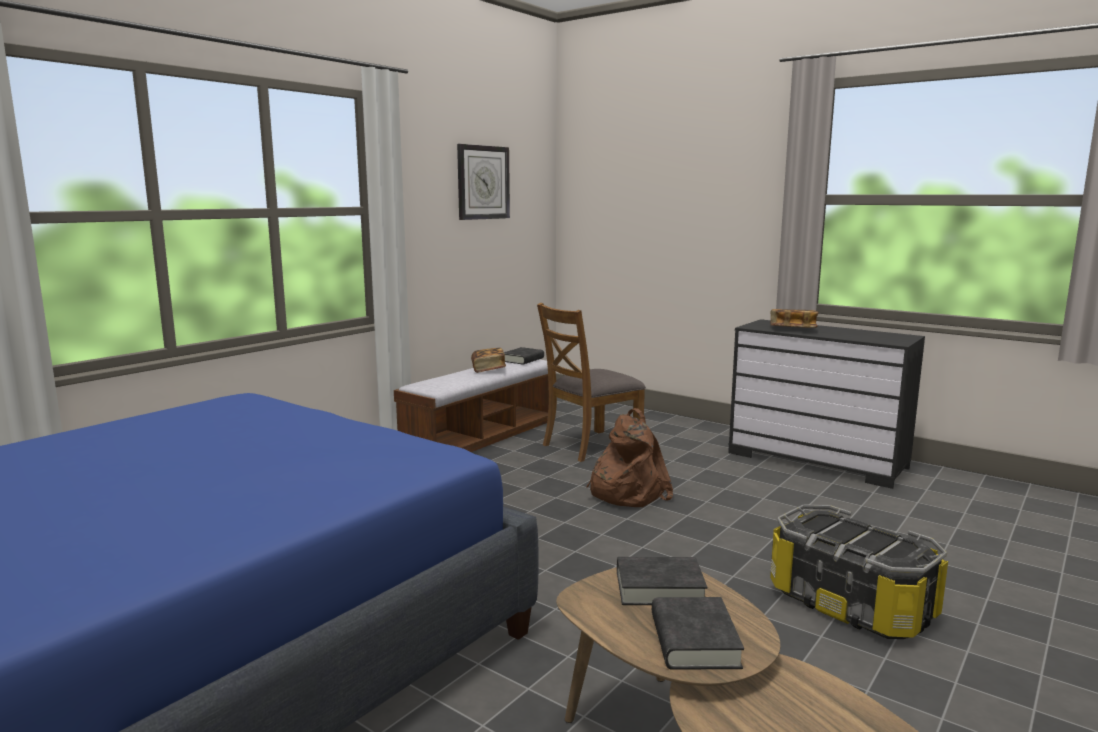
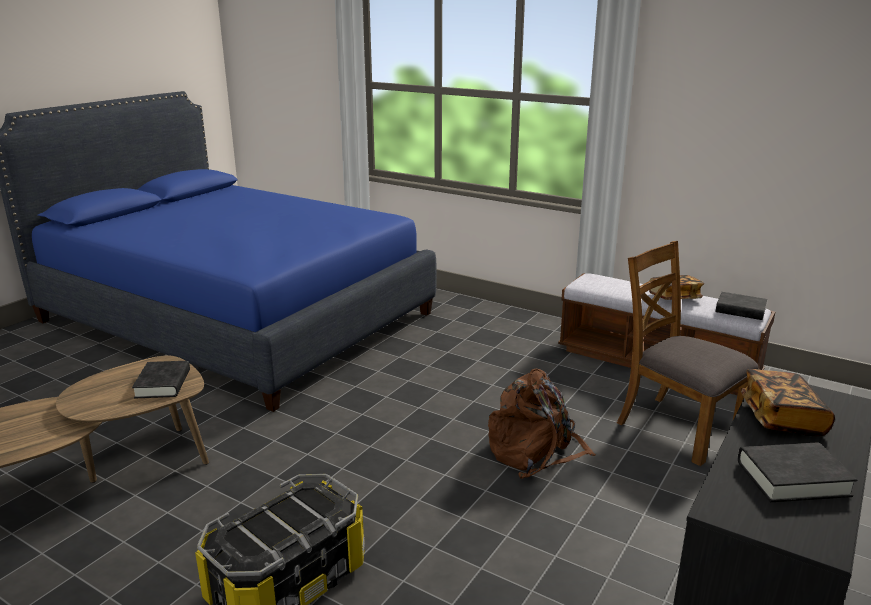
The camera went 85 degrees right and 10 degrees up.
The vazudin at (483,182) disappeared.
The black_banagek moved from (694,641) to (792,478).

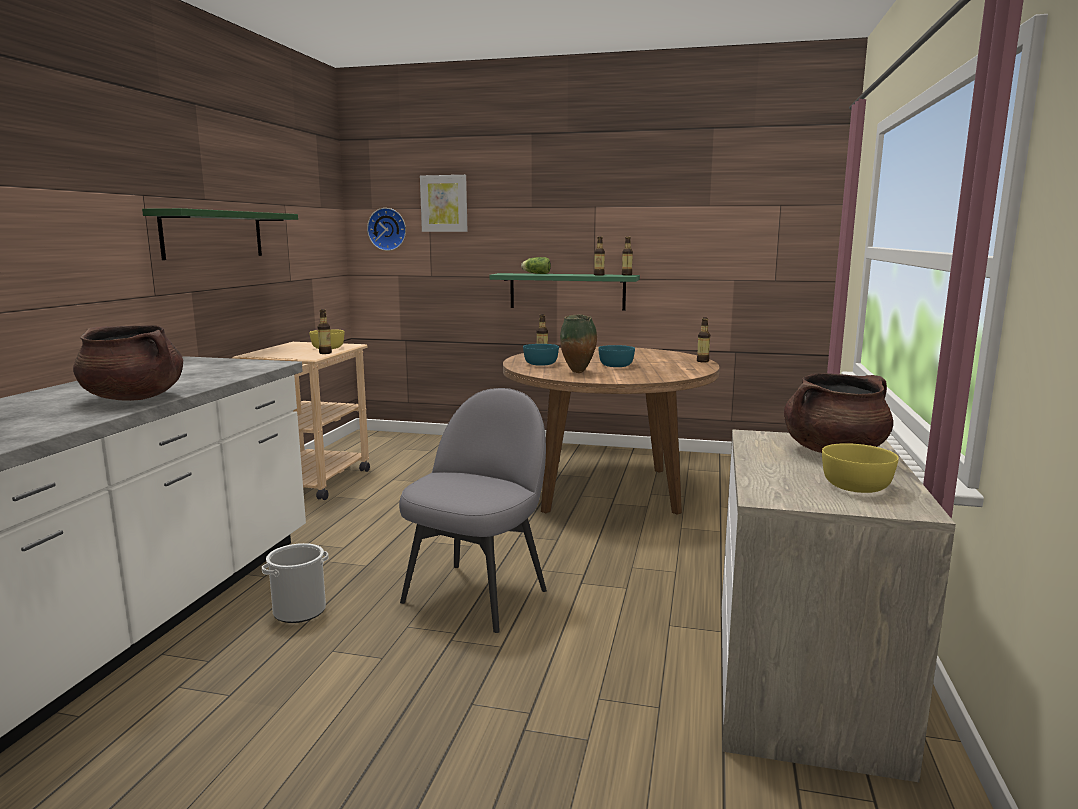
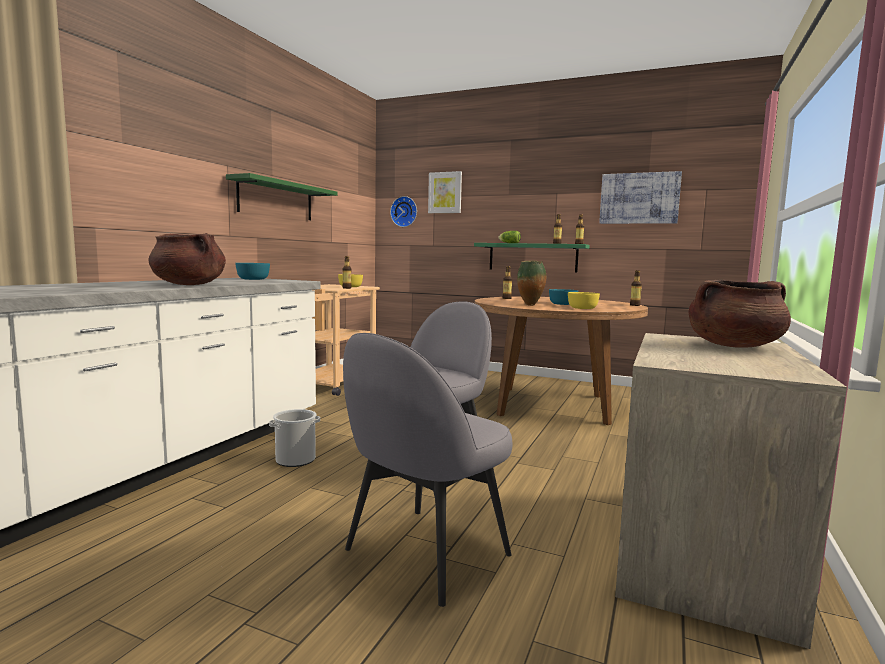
The camera went 10 degrees right and 5 degrees down.
The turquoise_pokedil moved from (540,363) to (252,279).
The yellow_pokedil moved from (857,486) to (582,308).
The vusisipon at (639,198) appeared.
The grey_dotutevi at (424,554) appeared.

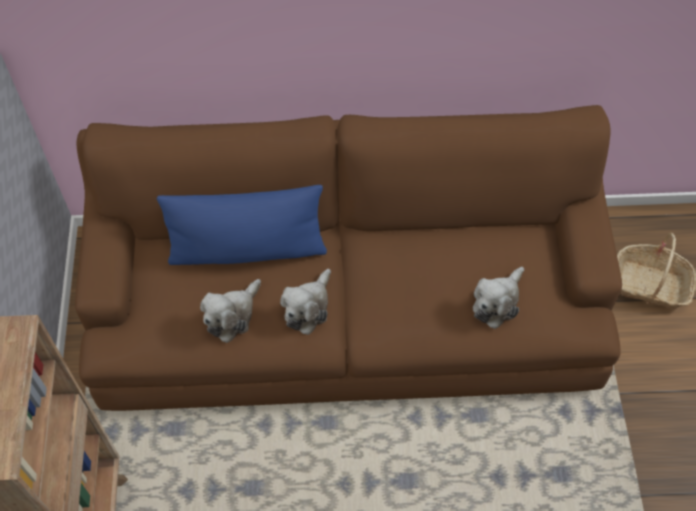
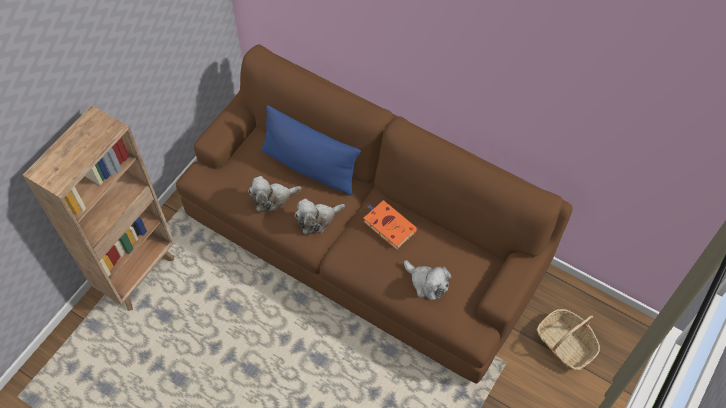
The camera went 35 degrees right and 0 degrees up.
The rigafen at (497,302) turned 120 degrees counterclockwise.
The orange_banagek at (388,225) appeared.

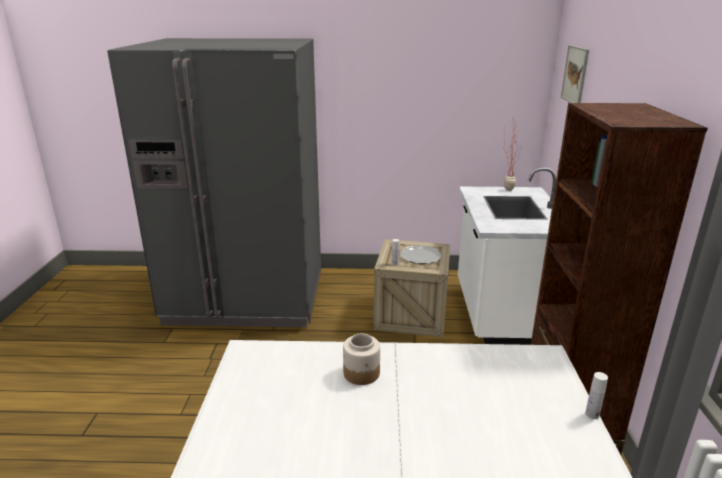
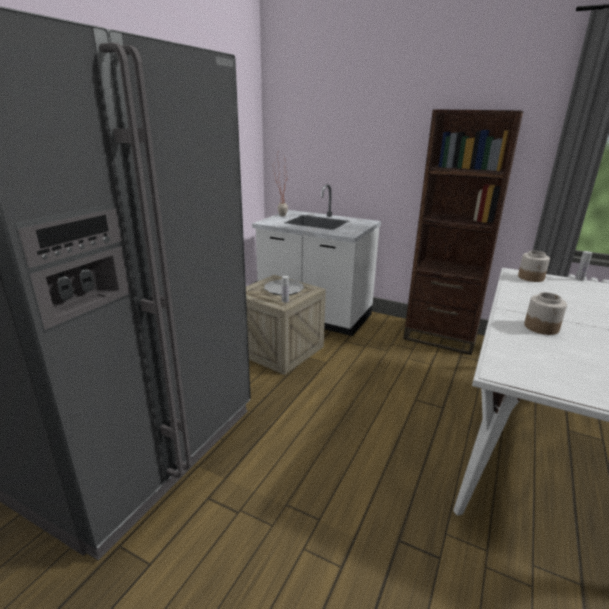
The camera went 65 degrees left and 0 degrees up.
The vusisipon at (575,75) disappeared.
The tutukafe at (531,278) appeared.

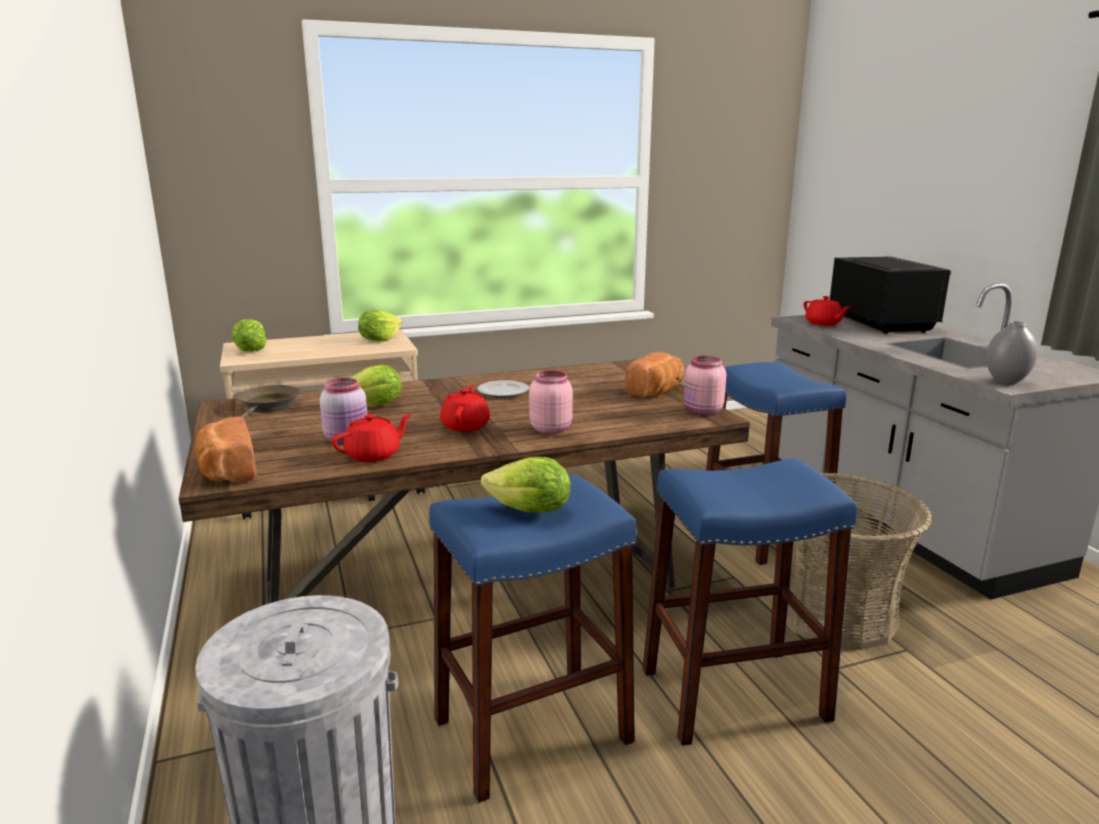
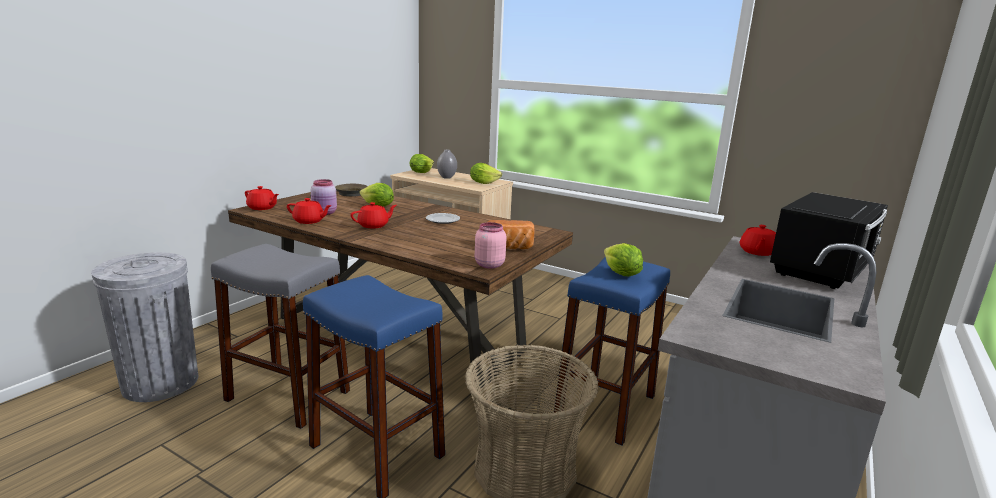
The camera went 50 degrees right and 0 degrees up.
The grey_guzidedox moved from (1006,381) to (446,177).
The pink_tutukafe at (551,429) disappeared.
The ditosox at (226,471) was replaced by the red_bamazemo at (262,208).
The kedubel moved from (530,511) to (621,274).
The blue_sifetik at (532,730) became the grey_sifetik at (288,395).

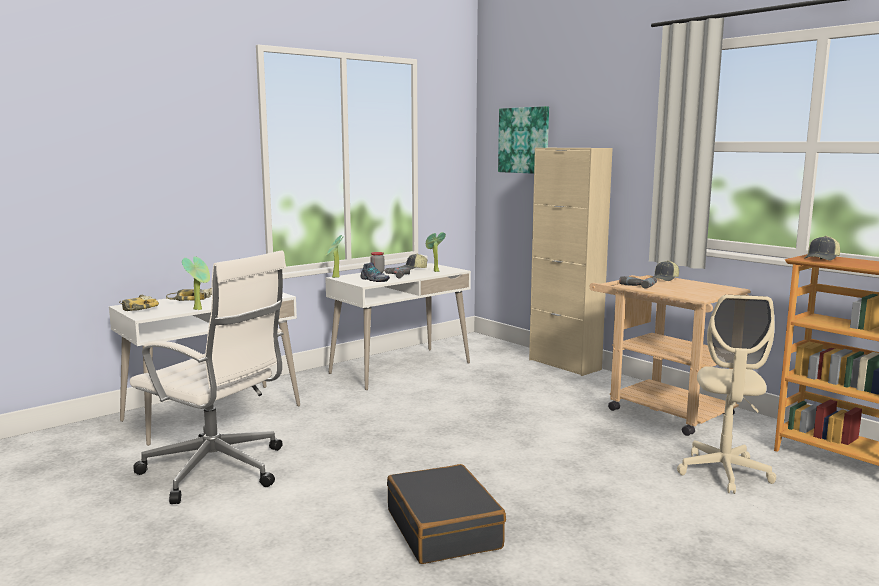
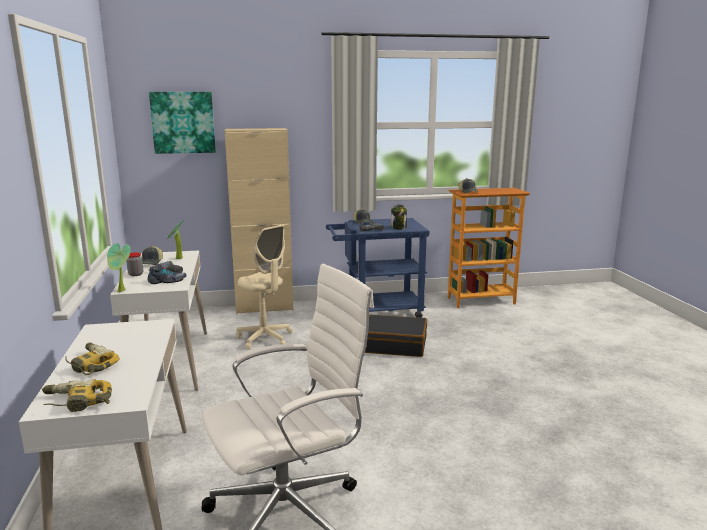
The camera went 60 degrees left and 5 degrees up.
The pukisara at (200,309) disappeared.
The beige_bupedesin at (660,410) became the blue_bupedesin at (377,311).
The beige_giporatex moved from (724,473) to (265,338).
The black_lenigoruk moved from (444,529) to (394,345).
The tutukafe at (398,228) appeared.

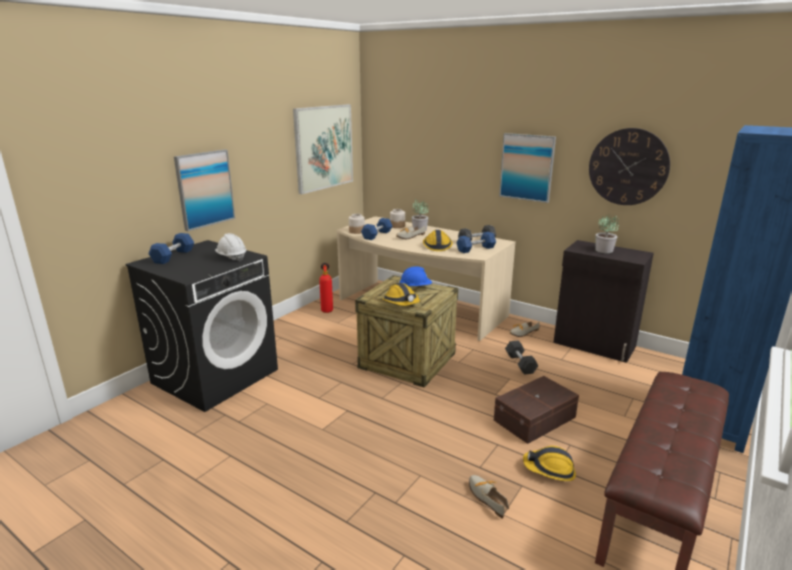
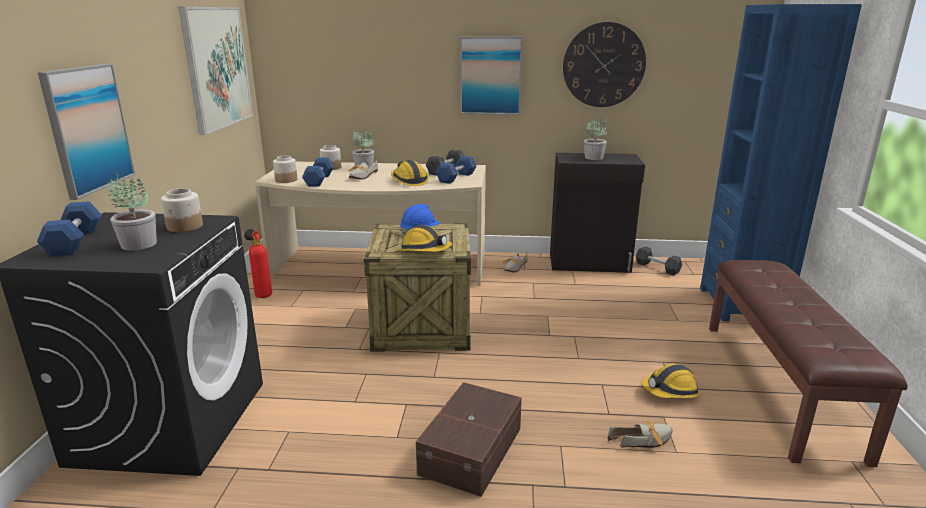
The camera went 30 degrees left and 0 degrees up.
The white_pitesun at (231,257) was replaced by the tutukafe at (185,227).
The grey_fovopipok moved from (520,364) to (657,268).
The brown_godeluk moved from (536,419) to (473,450).
The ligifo at (486,496) turned 135 degrees clockwise.
The pukisara at (138,244) appeared.

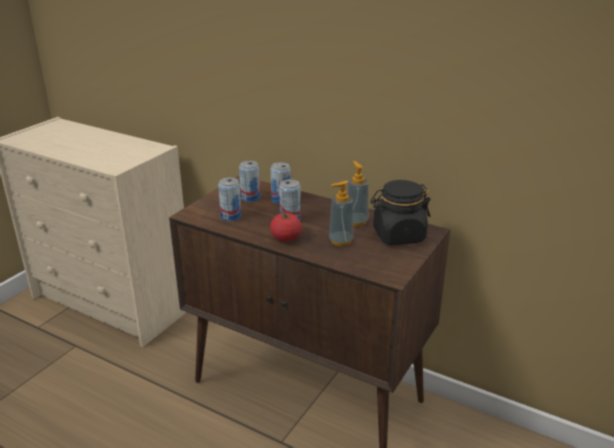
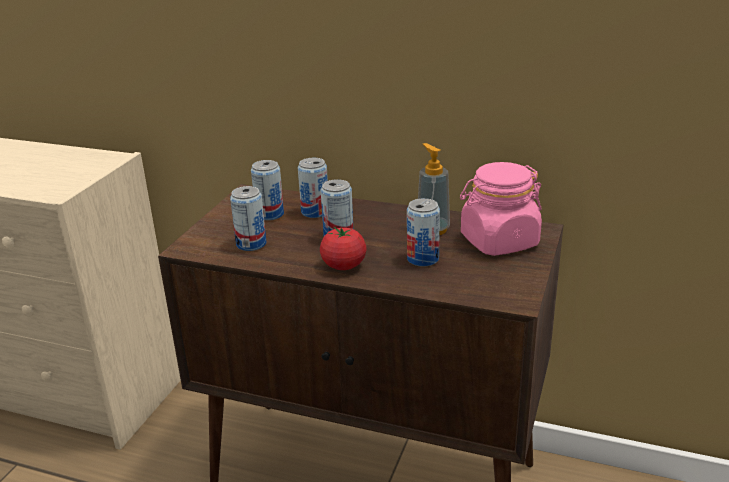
The camera went 10 degrees left and 0 degrees up.
The black_tutukafe at (398,235) became the pink_tutukafe at (499,241).
The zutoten at (340,241) was replaced by the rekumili at (423,259).

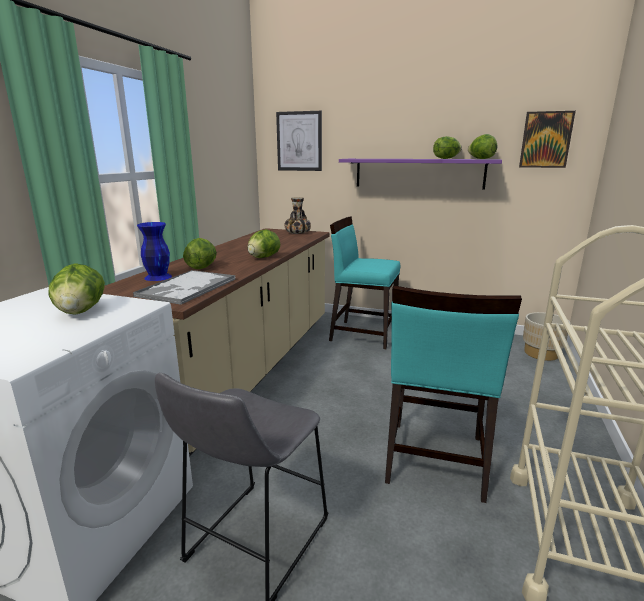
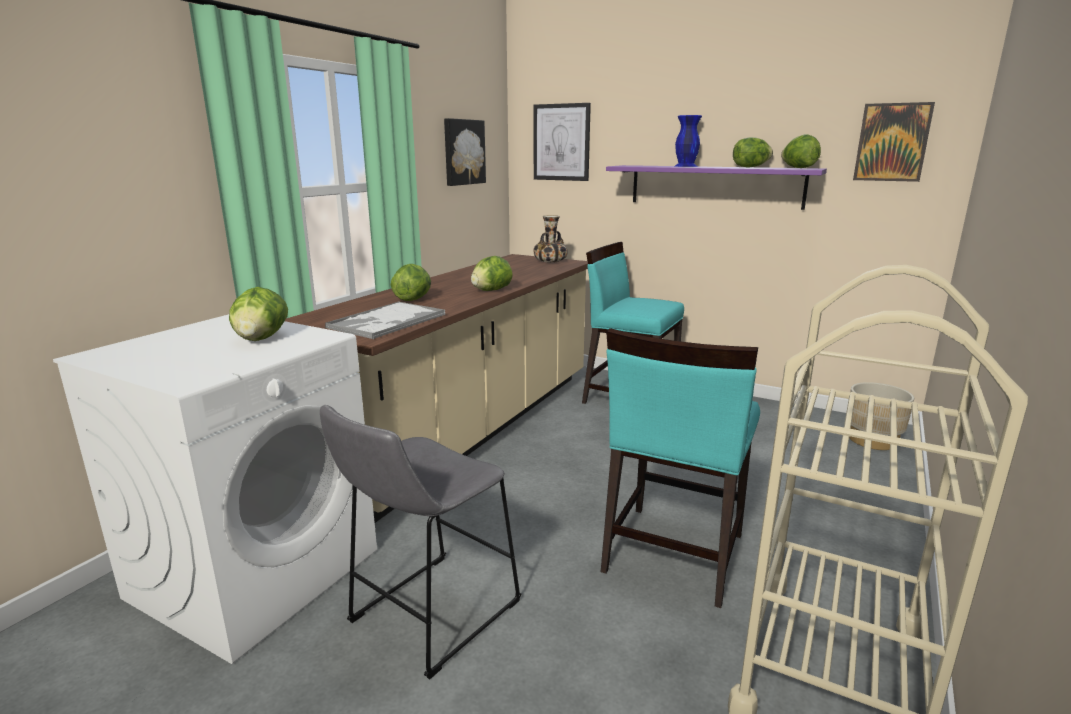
The camera went 10 degrees right and 0 degrees up.
The blue_guzidedox moved from (157,277) to (685,166).
The vusisipon at (463,152) appeared.

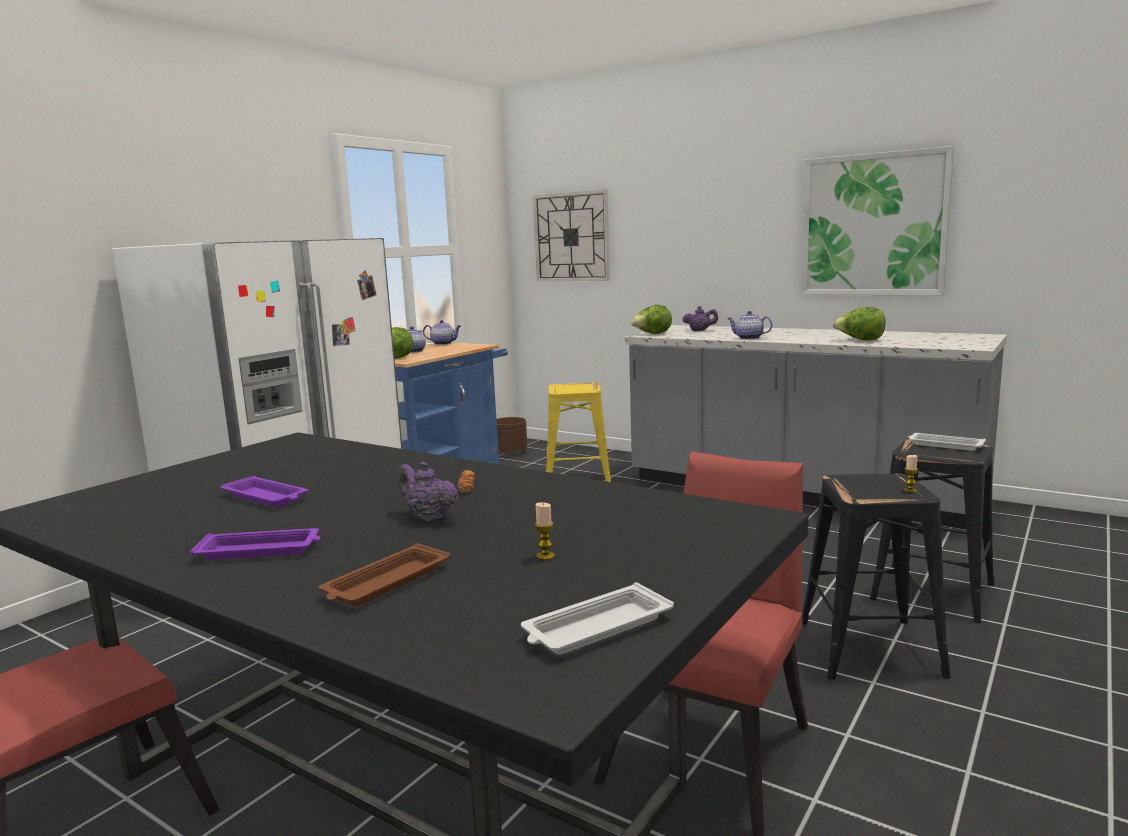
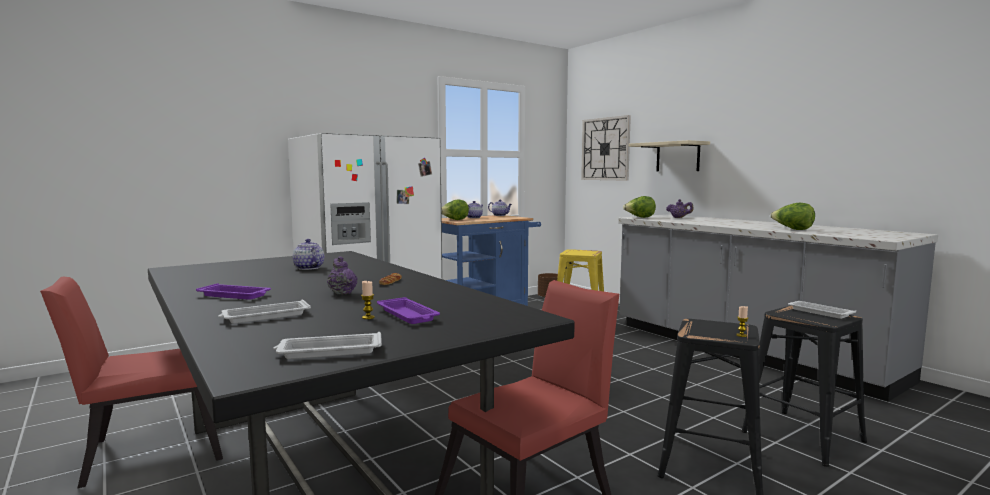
The camera went 20 degrees right and 5 degrees down.
The vusisipon at (873,225) disappeared.
The bamazemo moved from (748,338) to (308,268).
The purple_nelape moved from (266,497) to (408,315).
The brown_nelape at (385,583) became the white_nelape at (265,316).
The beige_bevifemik at (677,157) appeared.

